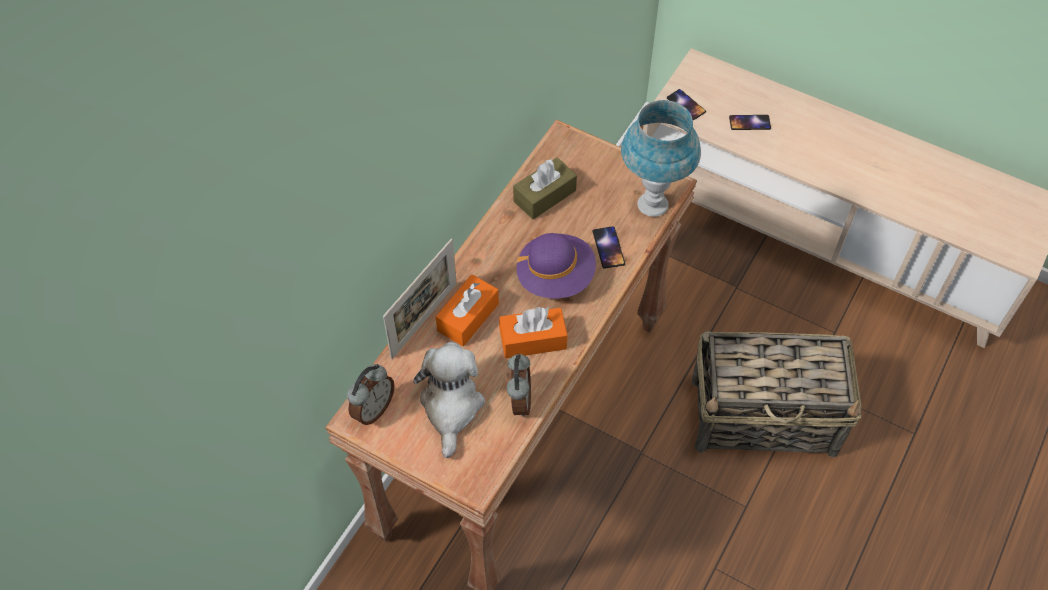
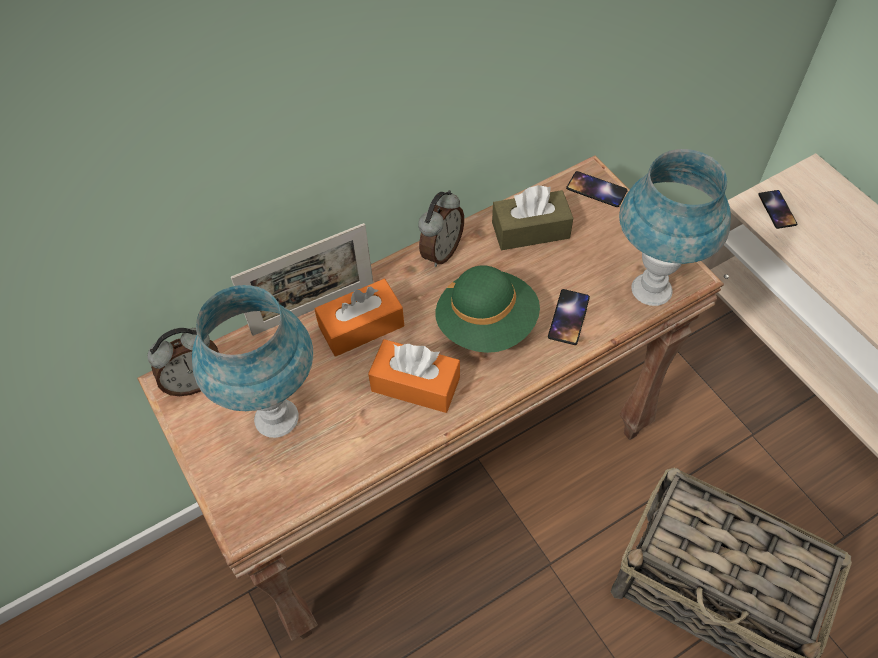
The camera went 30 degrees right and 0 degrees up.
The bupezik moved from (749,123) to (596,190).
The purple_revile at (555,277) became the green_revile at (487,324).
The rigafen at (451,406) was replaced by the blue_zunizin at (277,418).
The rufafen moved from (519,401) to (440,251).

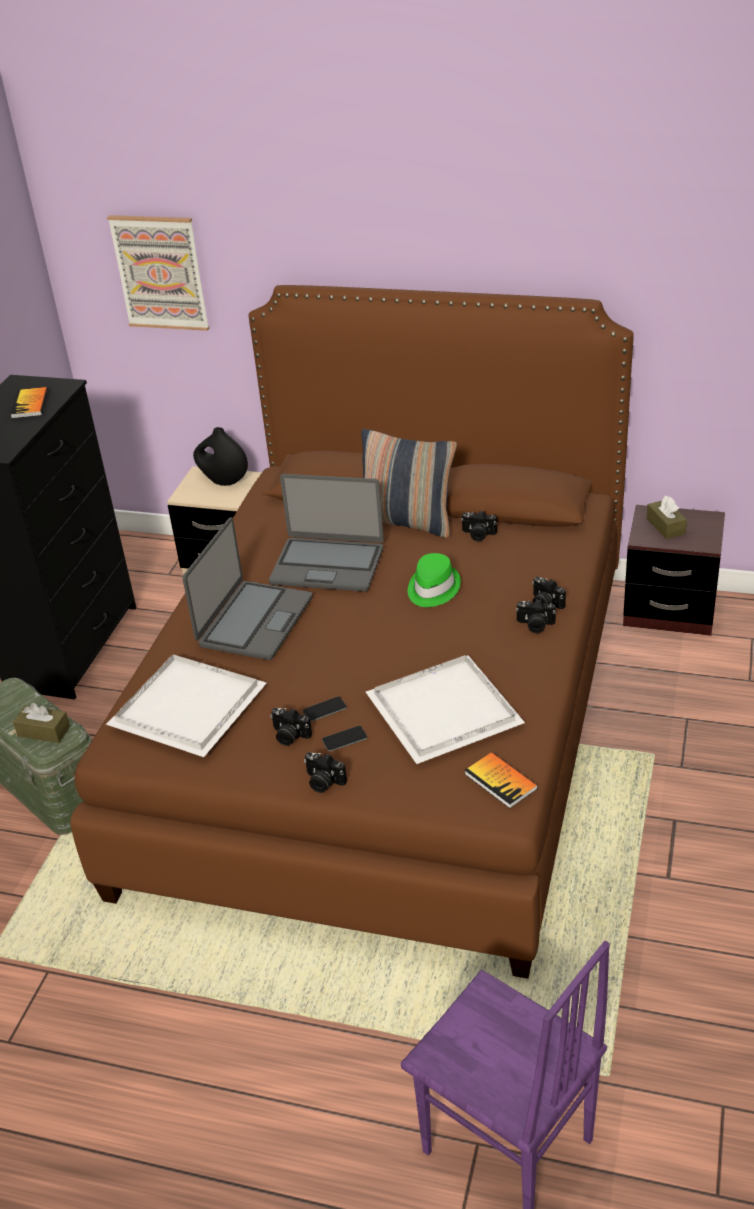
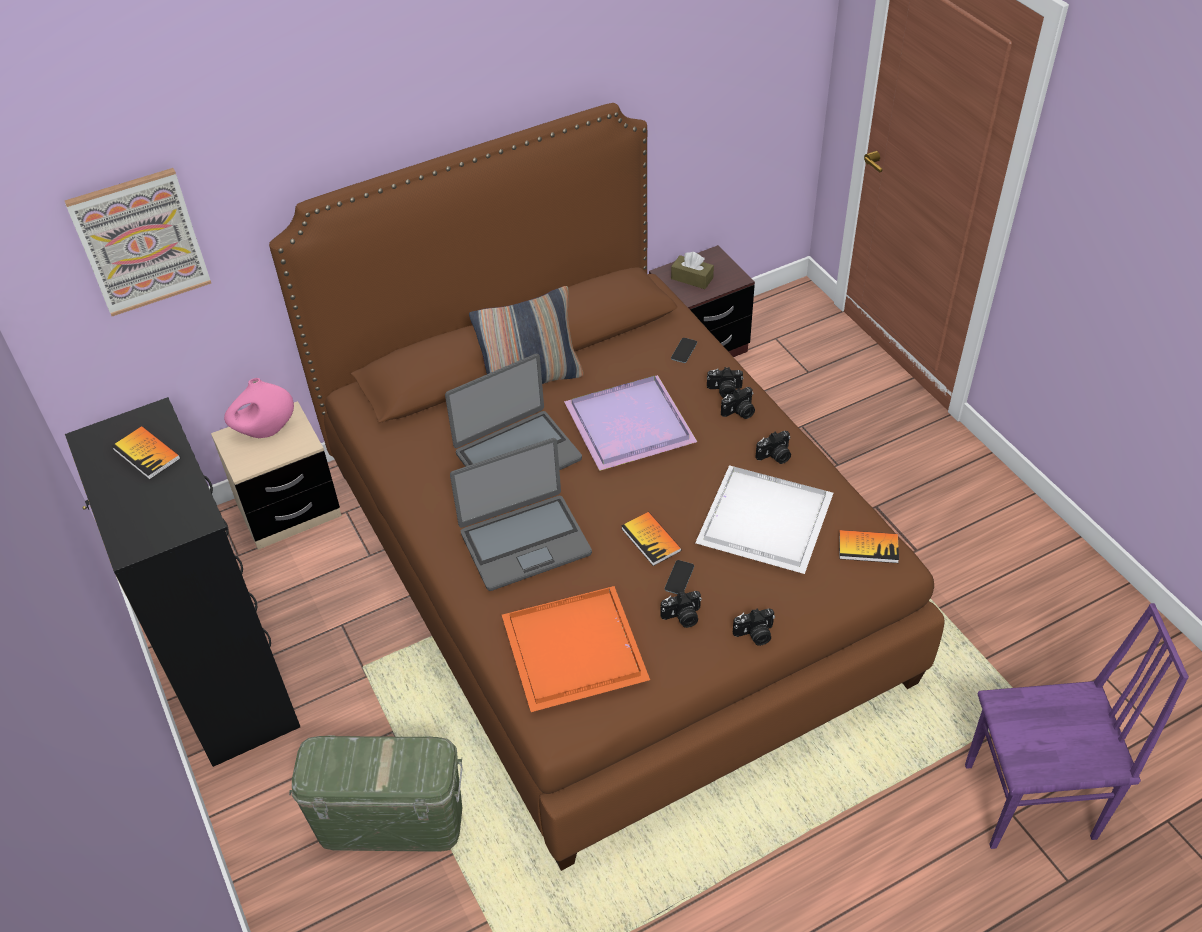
The camera went 45 degrees left and 10 degrees up.
The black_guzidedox at (223,481) became the pink_guzidedox at (265,431).
The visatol moved from (478,535) to (775,456).
The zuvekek at (254,621) turned 90 degrees clockwise.
The green_revile at (432,588) was replaced by the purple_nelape at (628,426).
The white_nelape at (188,709) became the orange_nelape at (577,651).
The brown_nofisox at (44,731) disappeared.
The bupezik moved from (344,739) to (684,350).
The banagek at (651,539) appeared.

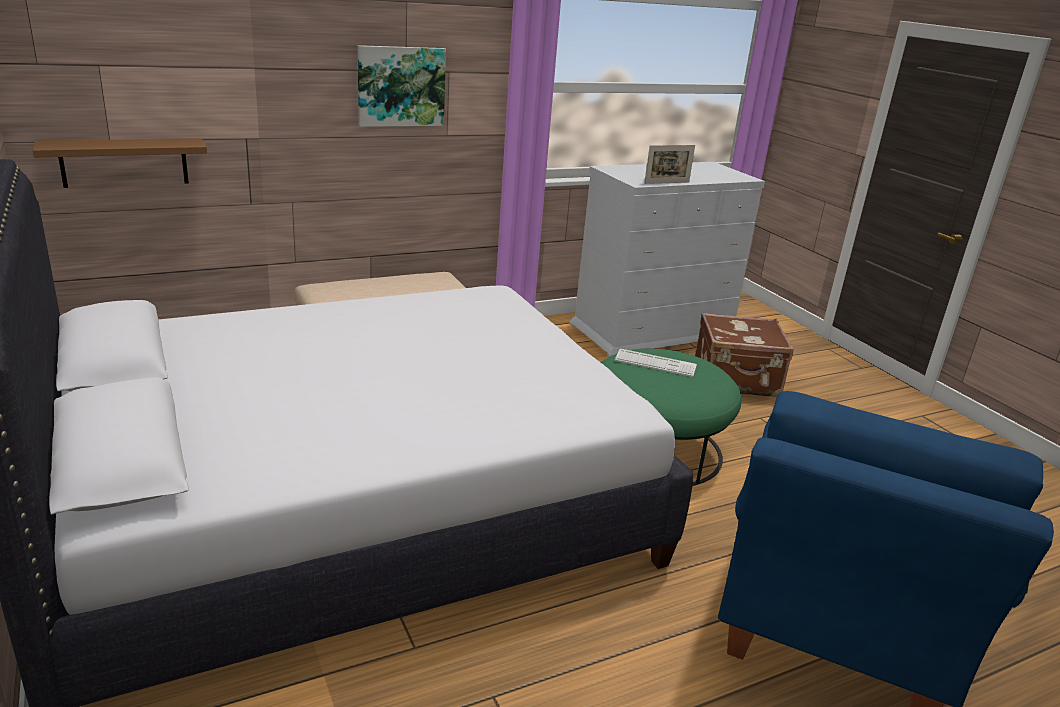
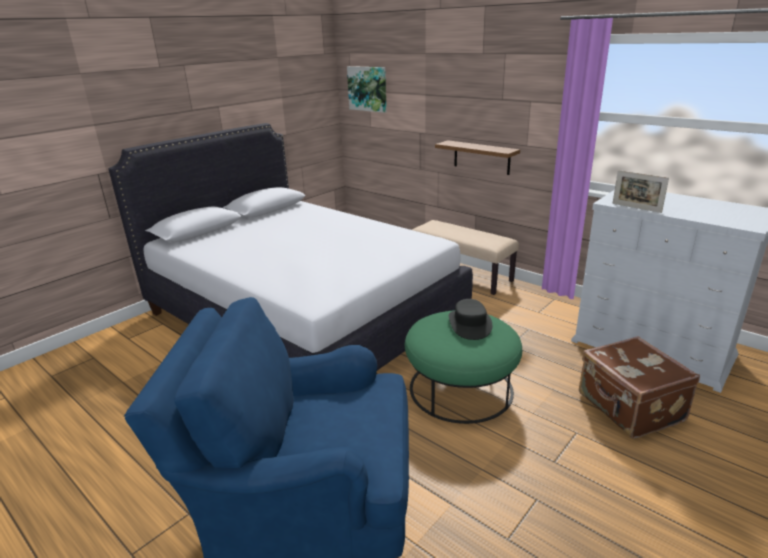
The camera went 70 degrees right and 0 degrees up.
The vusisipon moved from (401,86) to (368,89).
The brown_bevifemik moved from (124,162) to (481,157).
The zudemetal at (655,363) was replaced by the black_revile at (470,324).

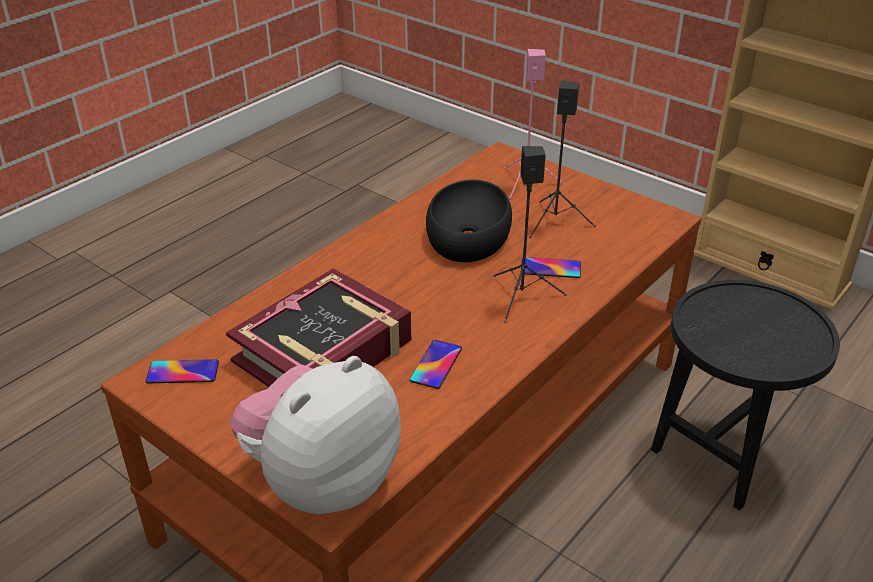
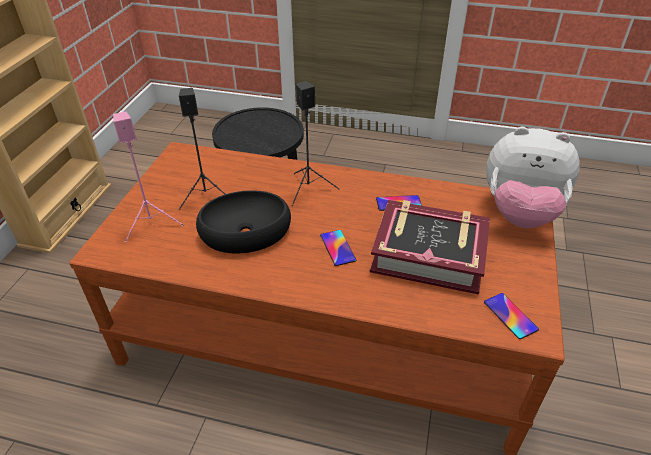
The camera went 115 degrees left and 5 degrees up.
The bupezik moved from (550,268) to (337,248).

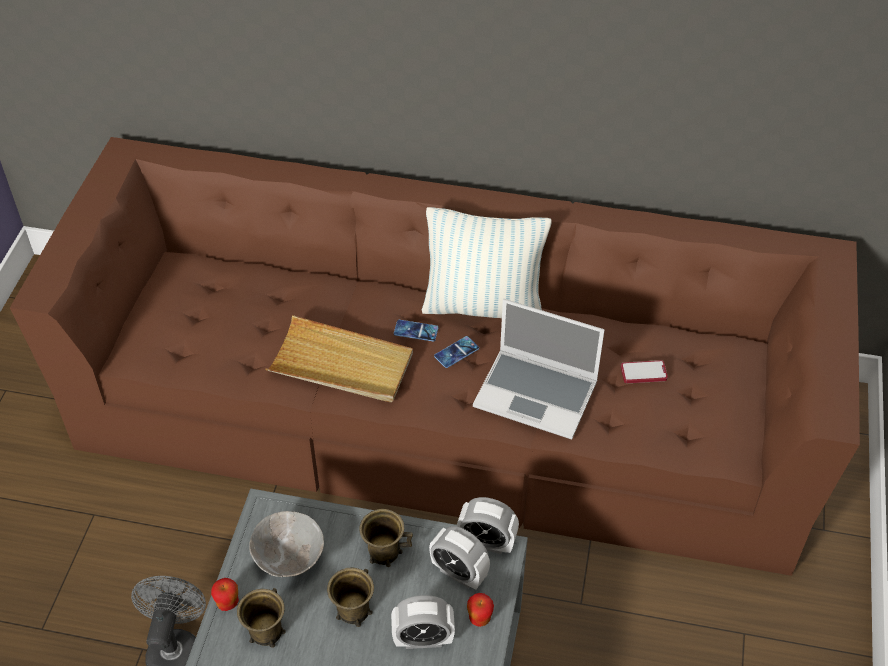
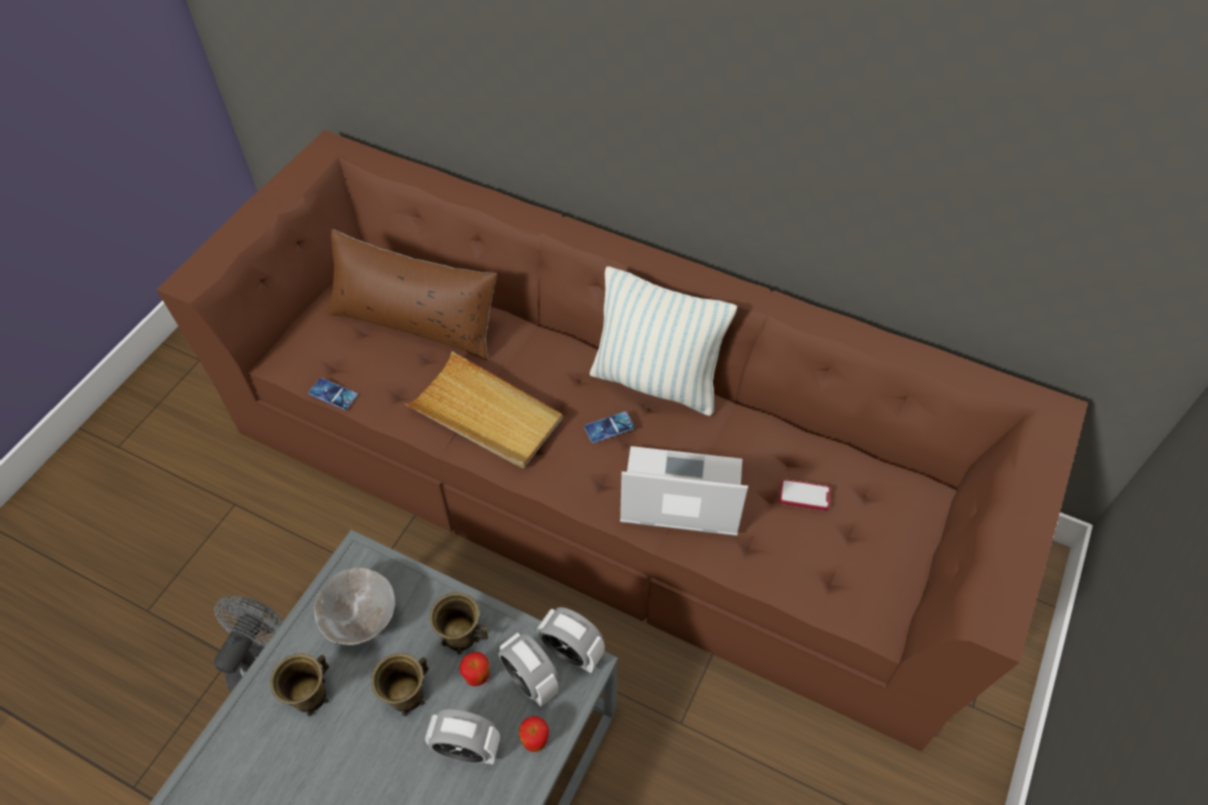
The camera went 15 degrees right and 5 degrees up.
The zuvekek at (537,394) turned 150 degrees clockwise.
The bupezik moved from (416,331) to (333,394).
The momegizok moved from (227,603) to (477,676).
The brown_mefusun at (415,321) appeared.

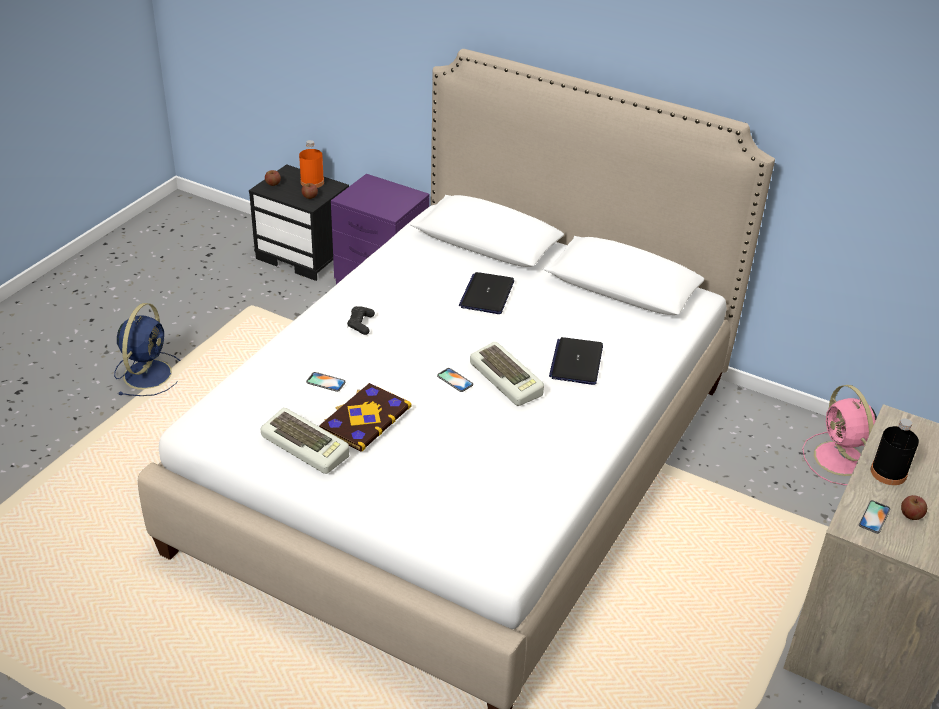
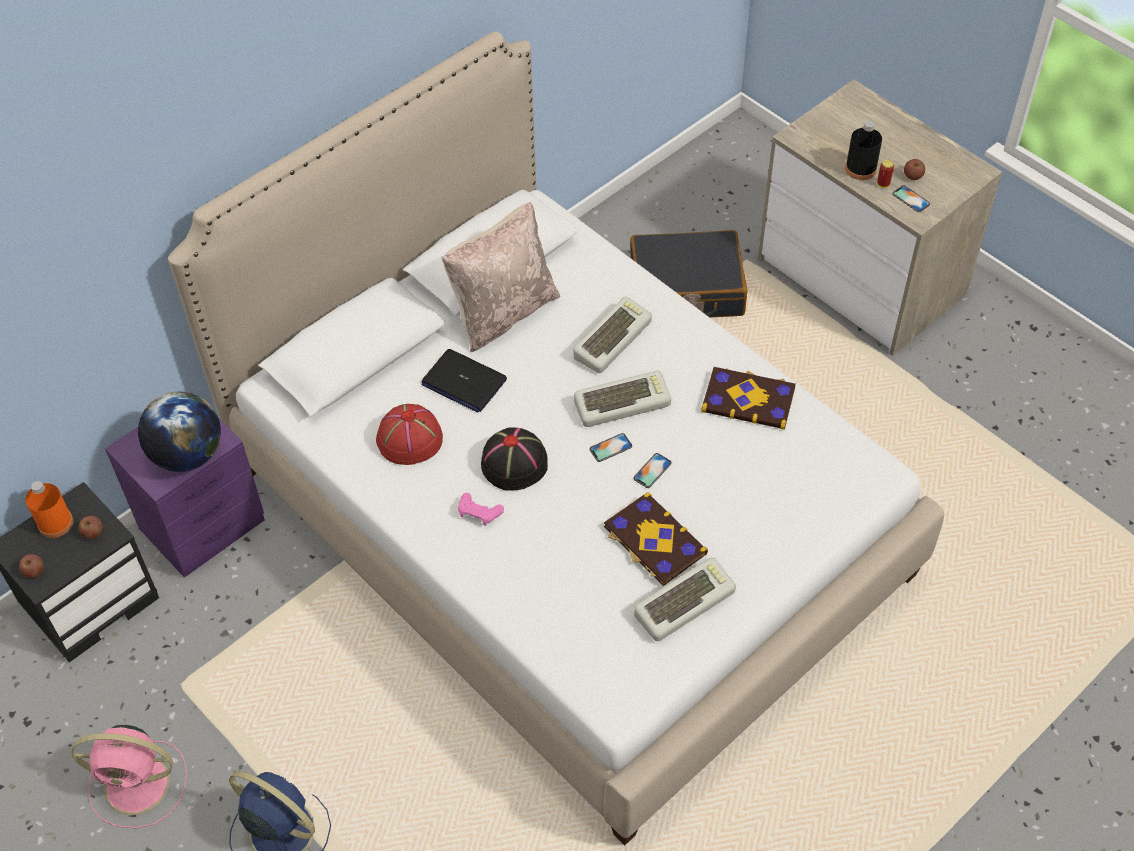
The camera went 70 degrees left and 15 degrees up.
The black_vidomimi at (360,324) became the pink_vidomimi at (479,513).
The zuvekek at (576,362) was replaced by the zudemetal at (611,338).
The bupezik moved from (326,382) to (652,470).
The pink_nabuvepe moved from (840,460) to (140,784).
The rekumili at (883,184) appeared.
The beige_mefusun at (503,312) appeared.
The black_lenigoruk at (686,289) appeared.
The banagek at (748,399) appeared.
The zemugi at (187,455) appeared.
The red_revile at (409,439) appeared.
The black_revile at (515,463) appeared.

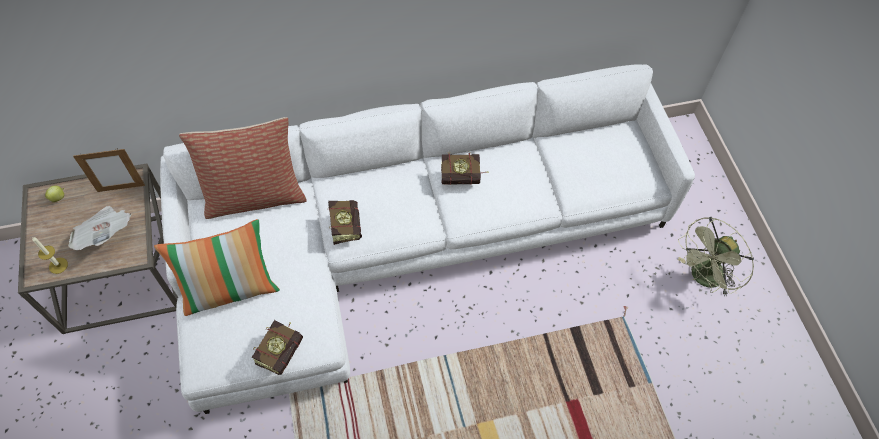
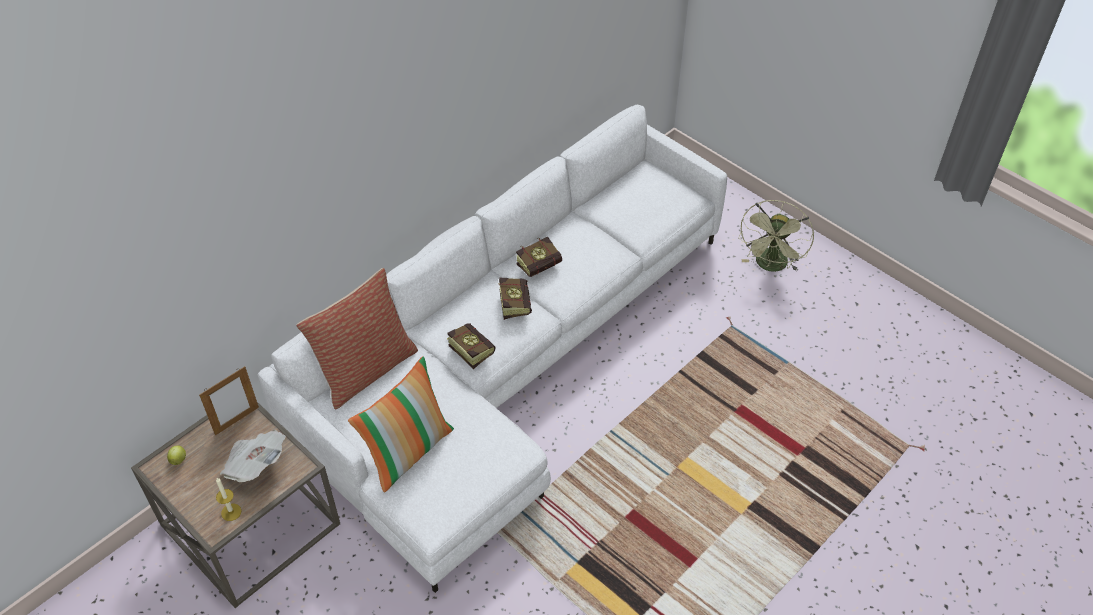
The camera went 30 degrees left and 10 degrees down.
The banagek moved from (283,349) to (514,302).

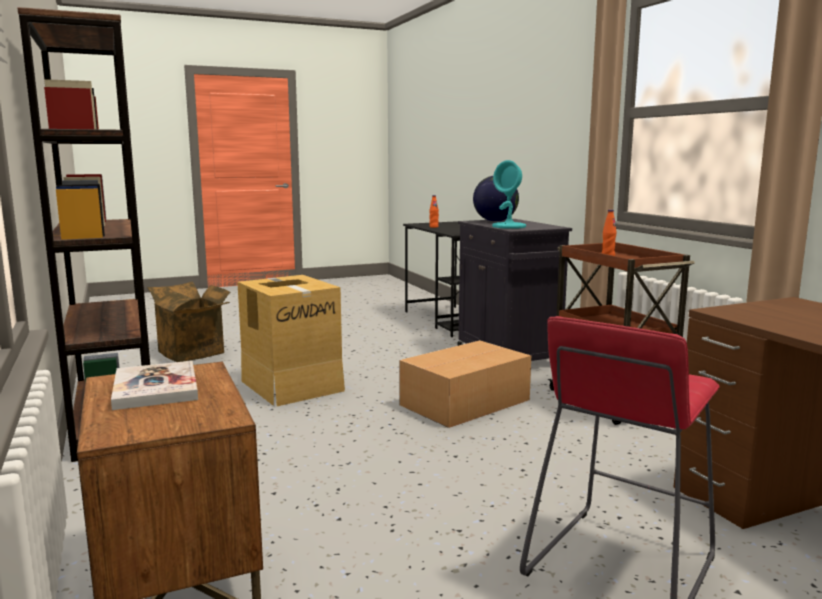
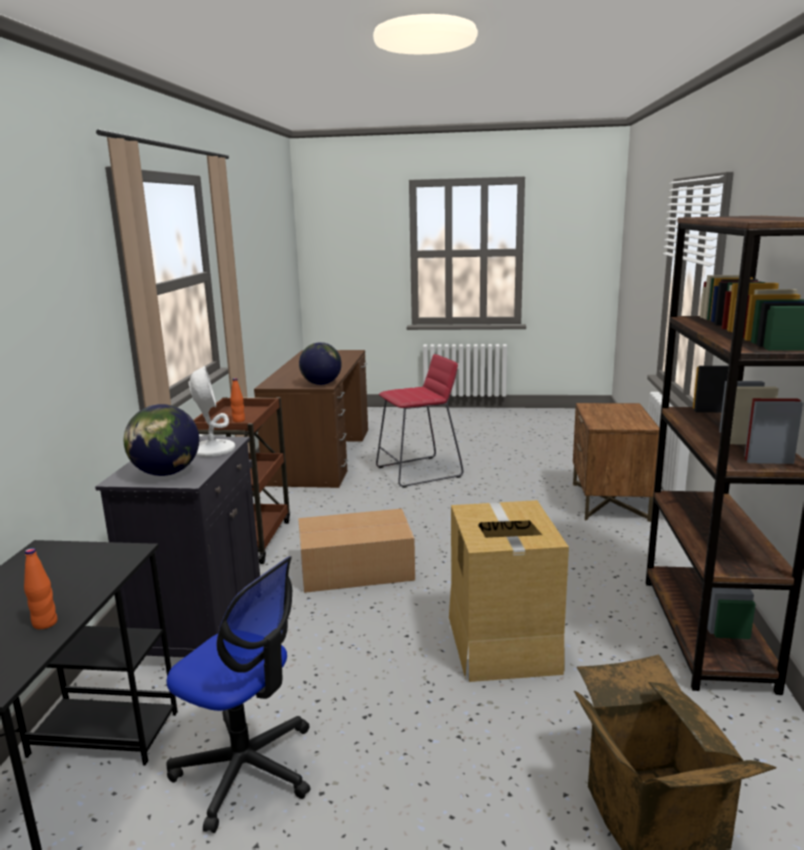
The camera went 150 degrees left and 5 degrees up.
The turquoise_zunizin at (509,226) became the white_zunizin at (212,449).
The banagek at (155,388) disappeared.
The zemugi at (321,384) appeared.
The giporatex at (246,769) appeared.

